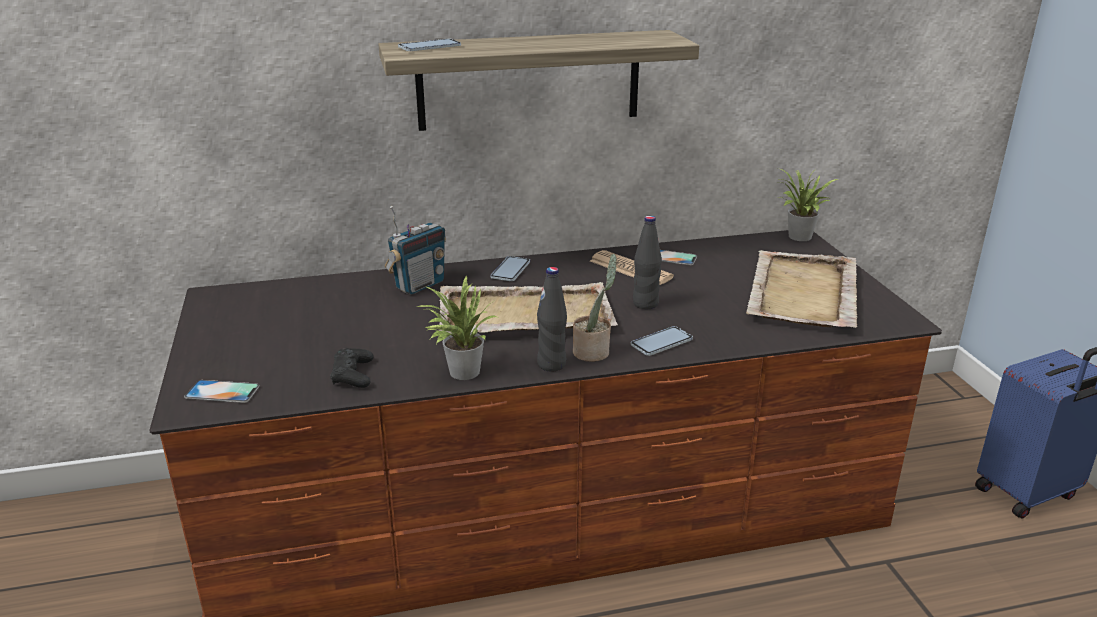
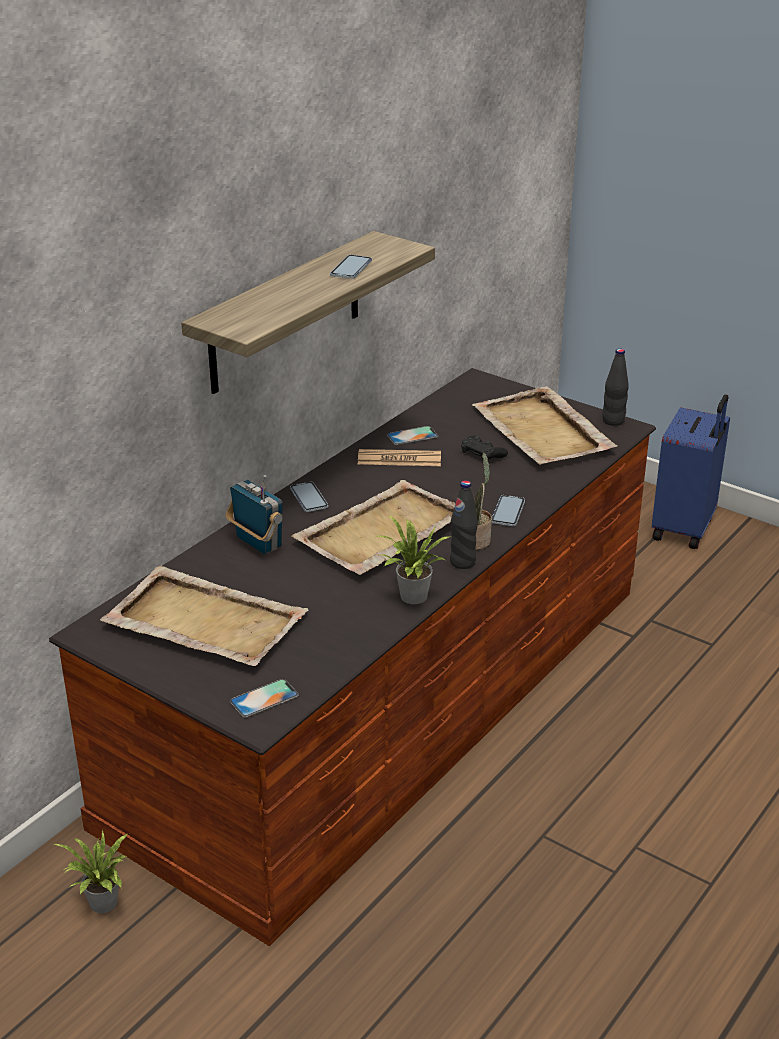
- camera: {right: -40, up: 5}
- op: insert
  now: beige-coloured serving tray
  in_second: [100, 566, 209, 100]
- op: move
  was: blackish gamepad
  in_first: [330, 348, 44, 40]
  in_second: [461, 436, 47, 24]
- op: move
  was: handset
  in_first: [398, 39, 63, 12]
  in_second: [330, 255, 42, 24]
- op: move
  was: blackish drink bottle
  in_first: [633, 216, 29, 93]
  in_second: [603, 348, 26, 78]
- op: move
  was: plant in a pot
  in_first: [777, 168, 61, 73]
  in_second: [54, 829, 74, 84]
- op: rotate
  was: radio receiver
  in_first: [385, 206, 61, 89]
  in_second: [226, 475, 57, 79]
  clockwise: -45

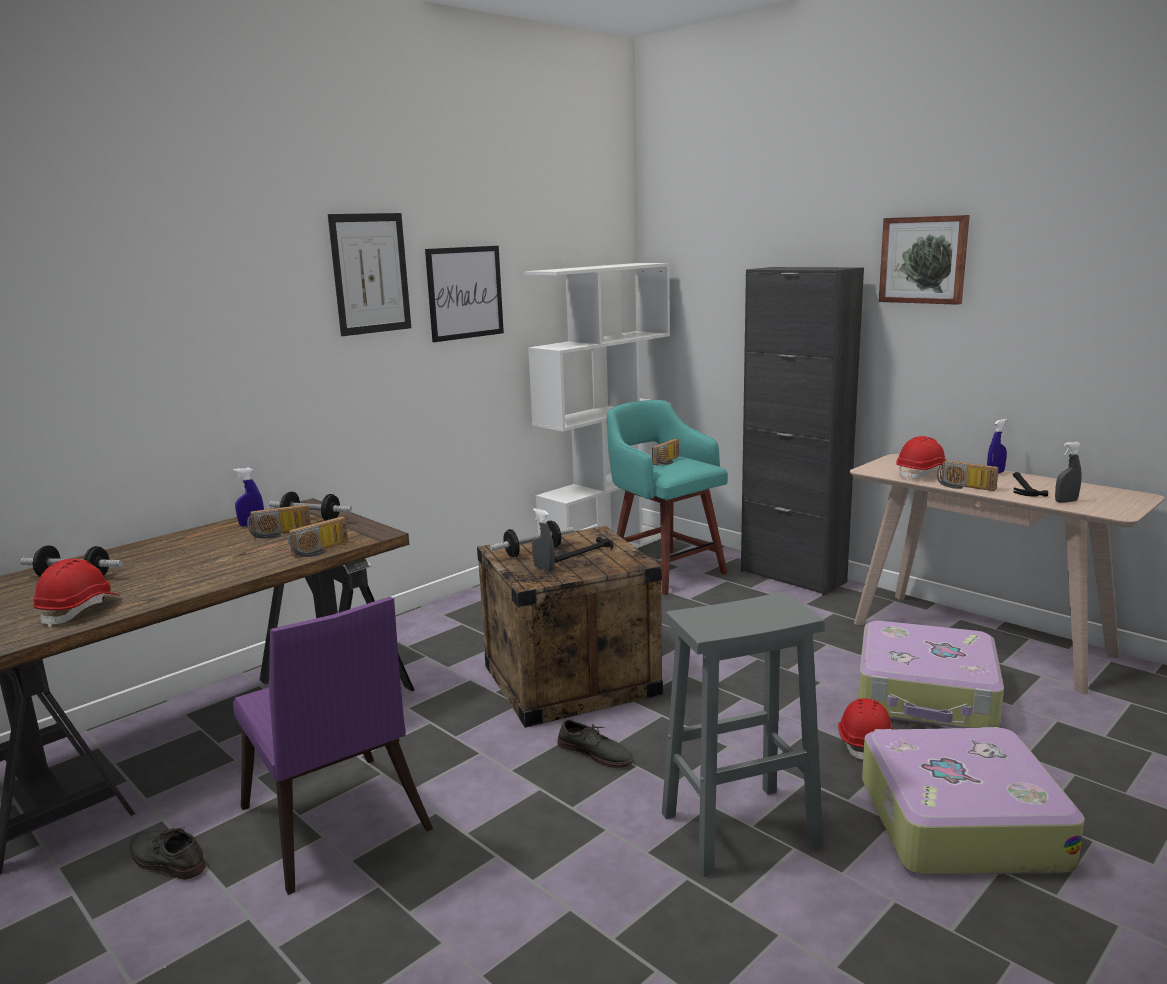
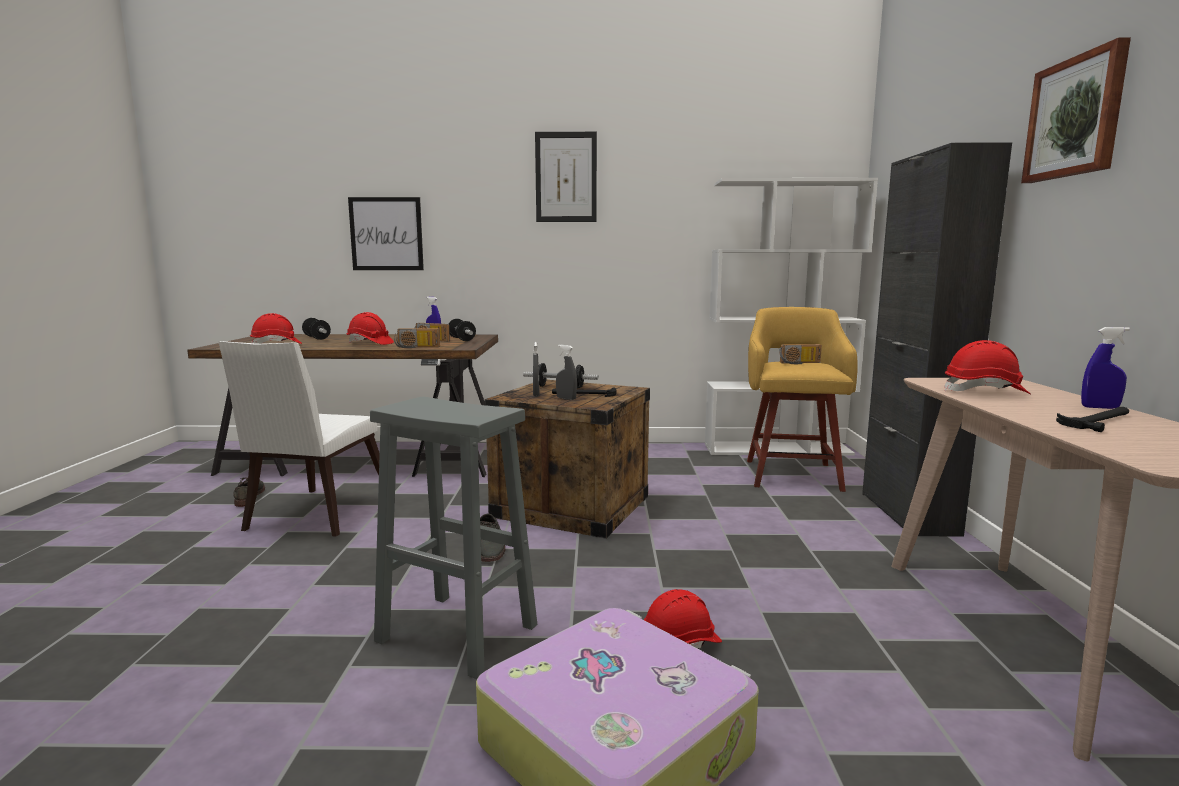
- camera: {right: 45, up: -5}
- op: delete
  was: travel case
  in_first: [858, 621, 146, 107]
- op: delete
  was: radio receiver
  in_first: [937, 460, 62, 31]
- op: insert
  now: reddish safety helmet
  in_second: [347, 312, 47, 33]
- op: move
  was: wall picture
  in_first: [425, 246, 79, 96]
  in_second: [348, 197, 76, 73]
- op: move
  was: greyish sprayer
  in_first: [1055, 442, 26, 61]
  in_second: [556, 344, 21, 56]
- op: recolor
  was: purple chair
  now: white-coloured chair
  in_first: [233, 597, 200, 298]
  in_second: [218, 341, 162, 196]
- op: recolor
  was: turquoise stool
  now: yellow-coloured stool
  in_first: [607, 400, 121, 195]
  in_second: [747, 307, 111, 185]

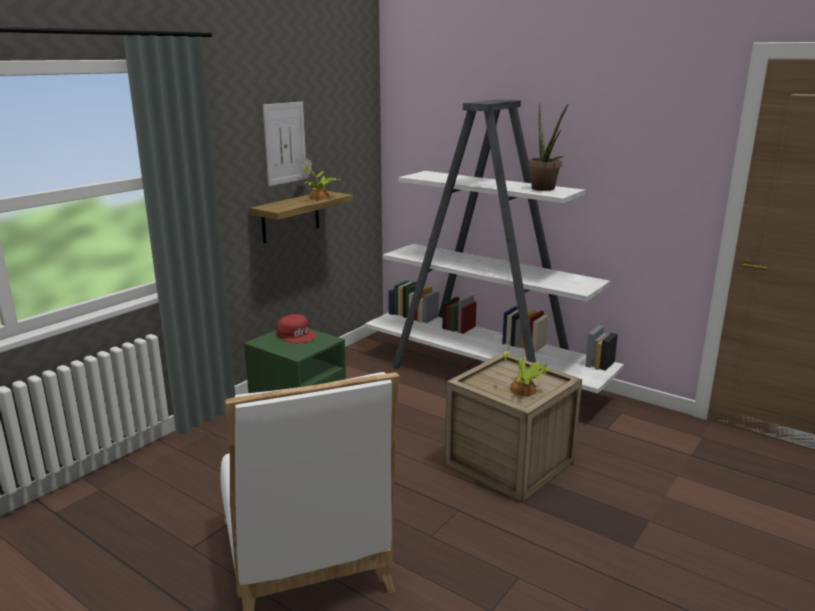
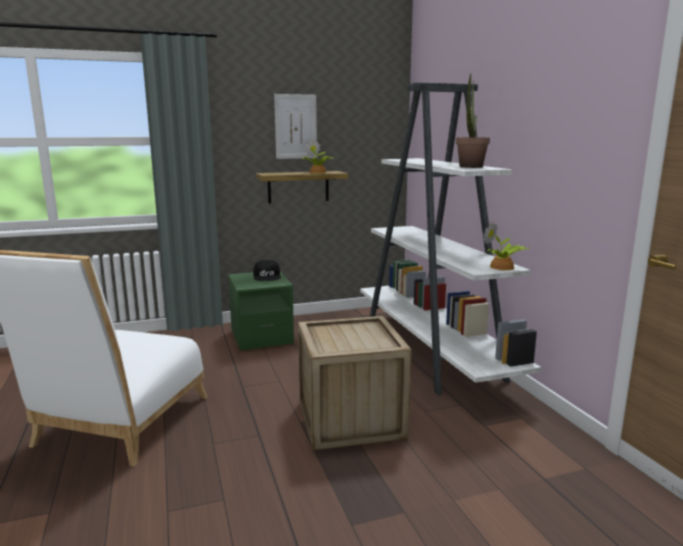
- camera: {right: 35, up: -5}
- op: move
  was: plant in a pot
  in_first: [503, 346, 48, 50]
  in_second: [483, 222, 47, 48]
- op: recolor
  was: reddish peaked cap
  now: blackish peaked cap
  in_first: [277, 314, 40, 29]
  in_second: [253, 260, 28, 21]

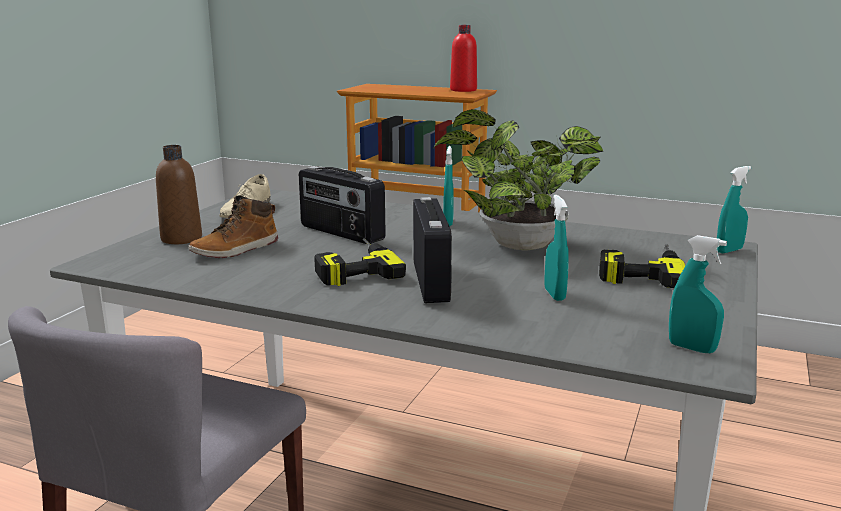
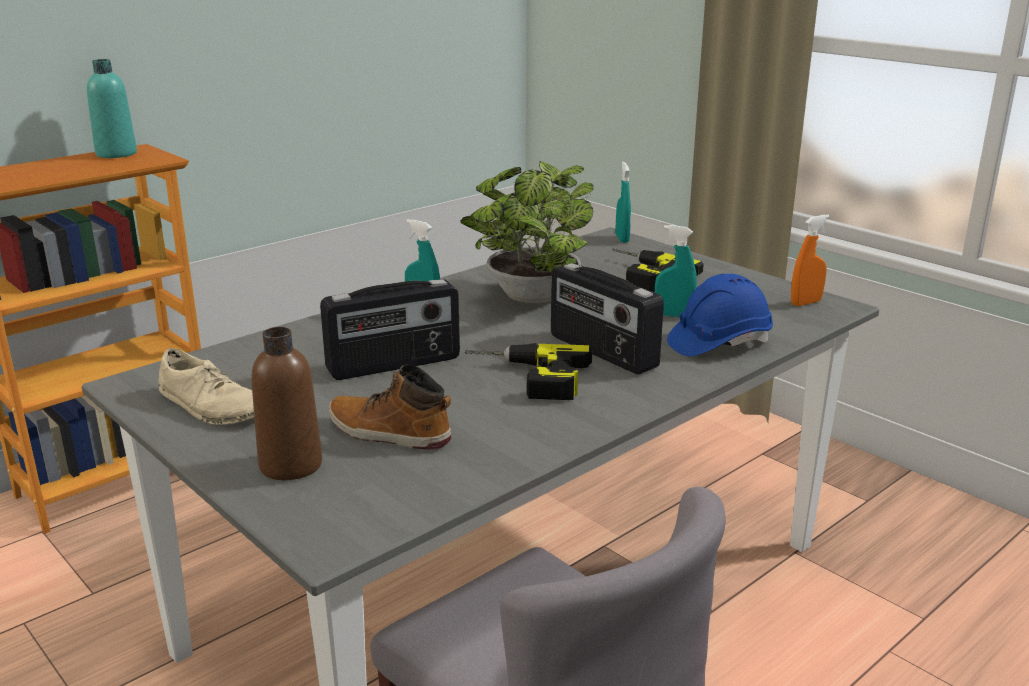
- camera: {right: -65, up: 5}
- op: insert
  now: blue-coloured safety helmet
  in_second: [667, 274, 106, 82]
- op: recolor
  was: reddish drink bottle
  now: turquoise drink bottle
  in_first: [450, 25, 27, 67]
  in_second: [87, 59, 50, 99]
- op: recolor
  was: turquoise sprayer
  now: orange sprayer
  in_first: [669, 235, 58, 118]
  in_second: [791, 215, 39, 91]
- op: rotate
  was: high-top boot
  in_first: [188, 196, 90, 62]
  in_second: [329, 364, 122, 86]
  clockwise: 135
- op: rotate
  was: radio receiver
  in_first: [413, 197, 39, 106]
  in_second: [551, 263, 113, 111]
  clockwise: -150

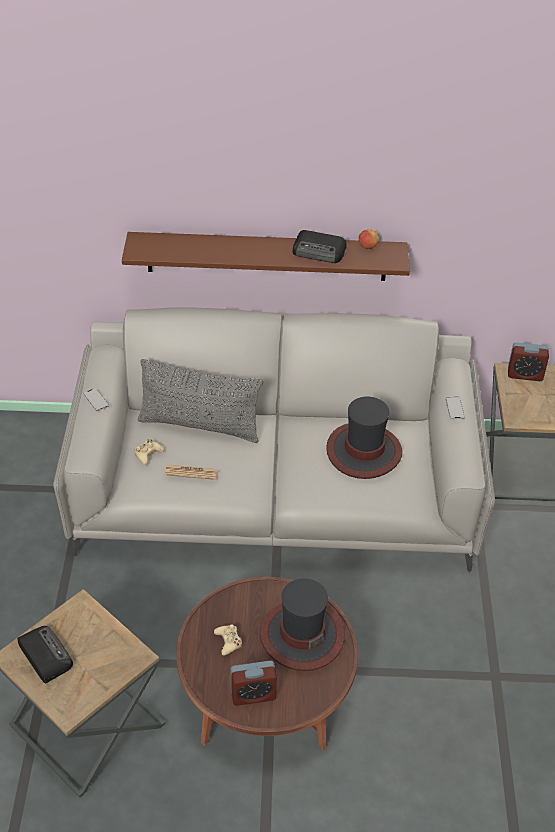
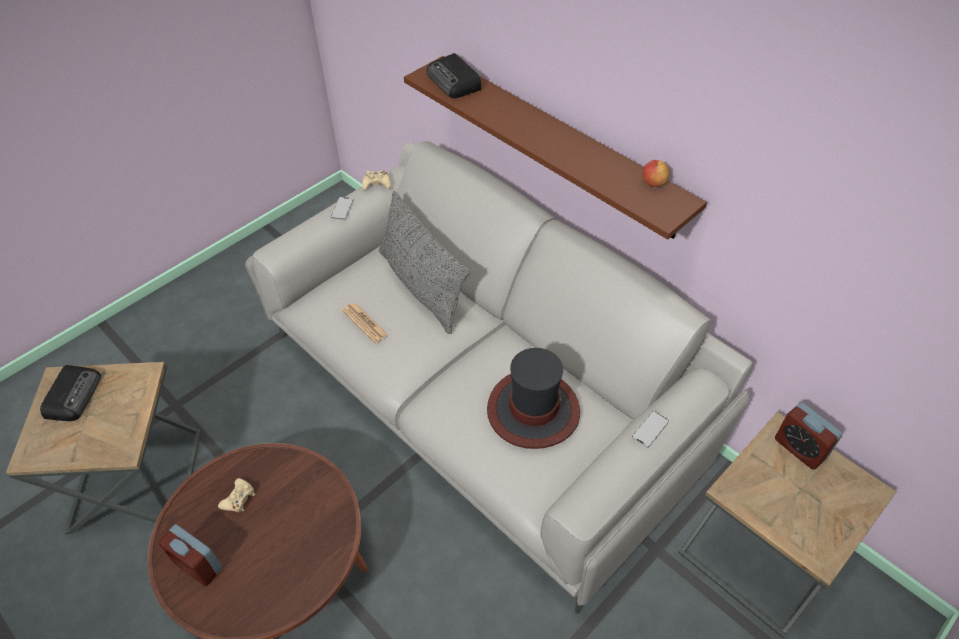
- camera: {right: 45, up: 5}
- op: delete
  was: hat
  in_first: [260, 578, 85, 93]
- op: move
  was: beige-coloured gamepad
  in_first: [134, 439, 30, 26]
  in_second: [362, 171, 29, 19]
- op: move
  was: radio receiver
  in_first: [293, 230, 54, 33]
  in_second: [427, 53, 54, 45]

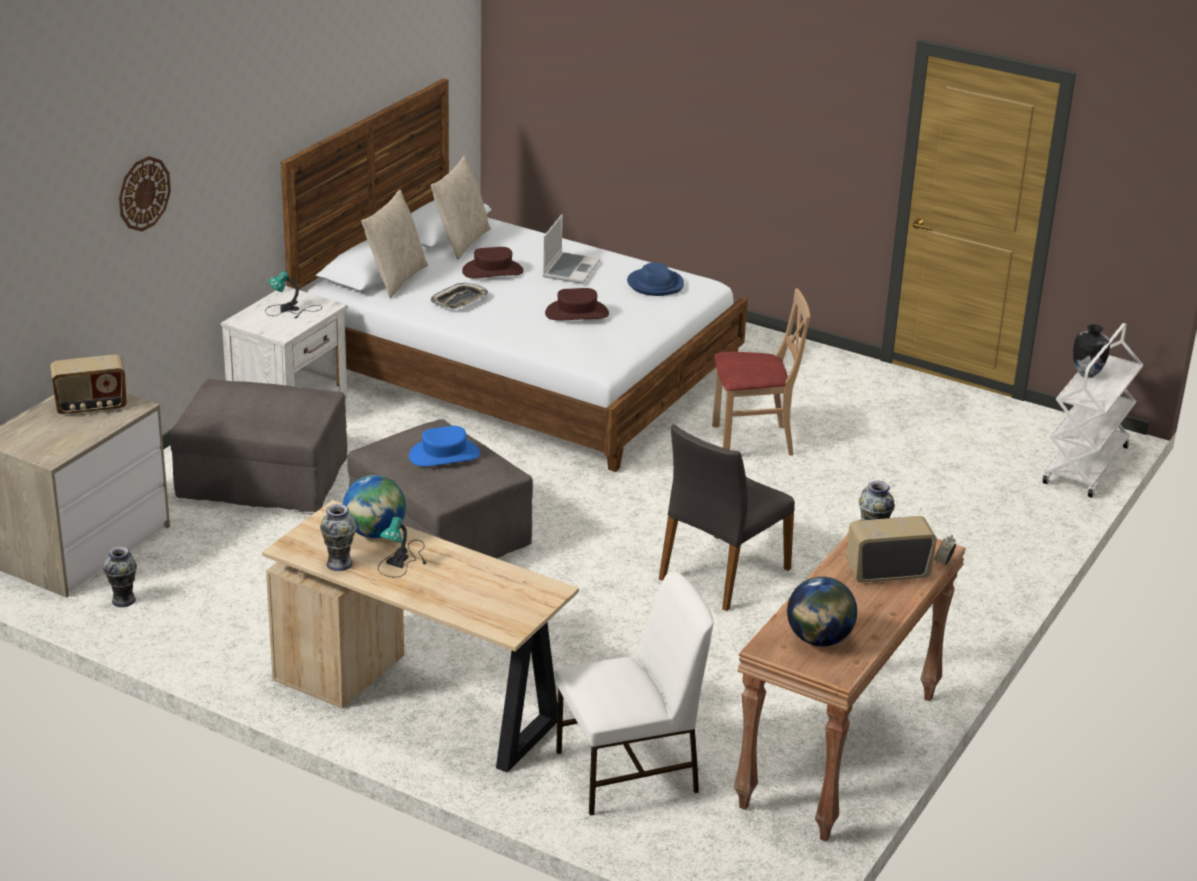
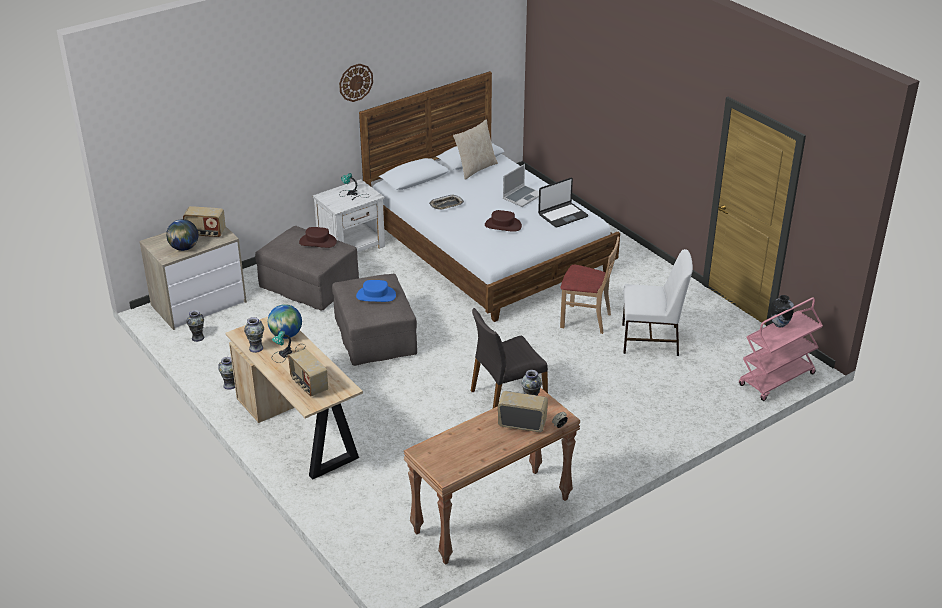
- camera: {right: 25, up: 5}
- op: delete
  was: beige-coloured cushion
  in_first: [361, 189, 67, 109]
- op: insert
  now: flower vase
  in_second: [218, 357, 17, 33]
- op: insert
  now: radio receiver
  in_second: [288, 348, 40, 49]
- op: move
  was: wall clock
  in_first: [119, 156, 52, 75]
  in_second: [339, 64, 34, 38]
- op: move
  was: brown-coloured hat
  in_first: [462, 247, 62, 31]
  in_second: [299, 227, 38, 21]
- op: move
  was: white-coloured chair
  in_first: [555, 572, 159, 244]
  in_second: [622, 249, 71, 107]
- op: move
  was: desk globe
  in_first: [787, 577, 70, 69]
  in_second: [166, 219, 32, 32]
- op: replace
  was: blue-coloured hat
  now: notebook computer
  in_first: [627, 263, 57, 33]
  in_second: [538, 178, 50, 49]
- op: recolor
  was: white-coloured trolley
  now: pink-coloured trolley
  in_first: [1042, 323, 101, 175]
  in_second: [739, 297, 84, 104]

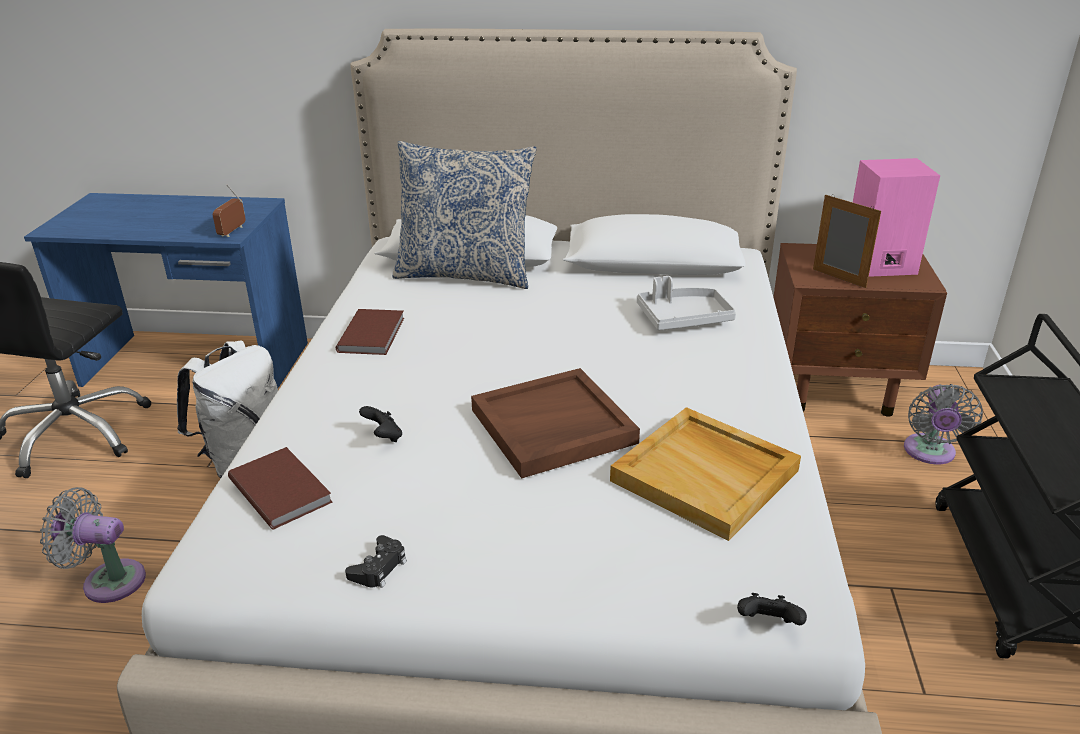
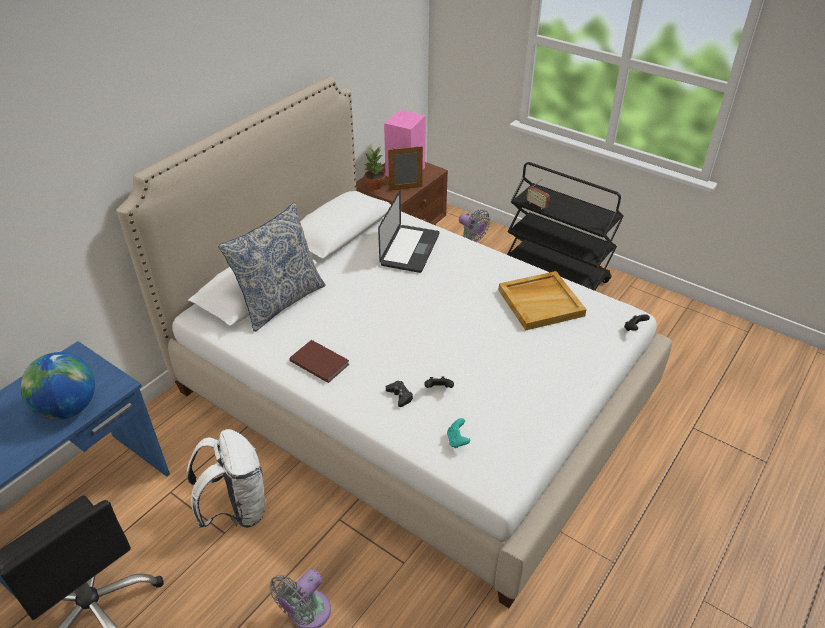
- camera: {right: -60, up: 10}
- op: delete
  was: brown-coloured serving tray
  in_first: [471, 368, 169, 111]
- op: insert
  now: desk globe
  in_second: [20, 352, 75, 68]
- op: insert
  now: plant in a pot
  in_second: [364, 147, 22, 43]
- op: move
  was: radio receiver
  in_first: [213, 184, 33, 53]
  in_second: [526, 178, 24, 31]
- op: move
  was: blackish gamepad
  in_first: [345, 535, 62, 53]
  in_second: [386, 381, 27, 26]
- op: replace
  was: brown-coloured book
  now: turquoise gamepad
  in_first: [228, 447, 104, 82]
  in_second: [447, 418, 23, 30]
- op: replace
  was: greyish serving tray
  now: notebook computer
  in_first: [637, 276, 99, 54]
  in_second: [378, 190, 61, 83]

